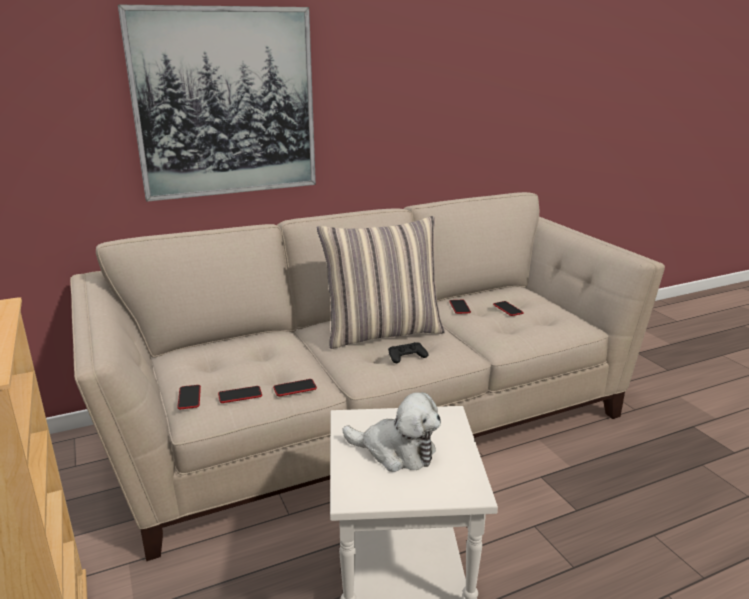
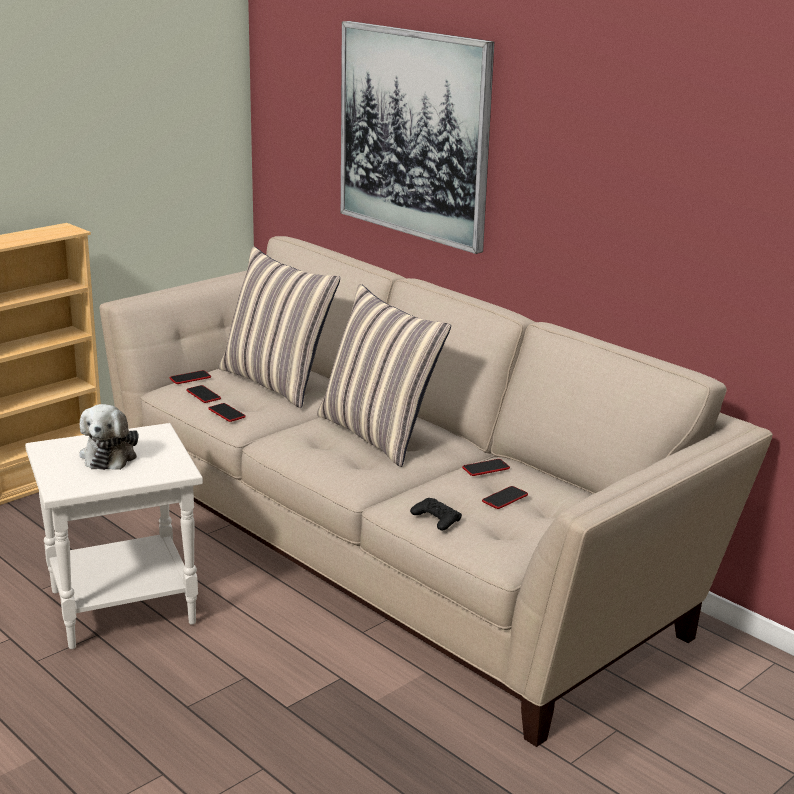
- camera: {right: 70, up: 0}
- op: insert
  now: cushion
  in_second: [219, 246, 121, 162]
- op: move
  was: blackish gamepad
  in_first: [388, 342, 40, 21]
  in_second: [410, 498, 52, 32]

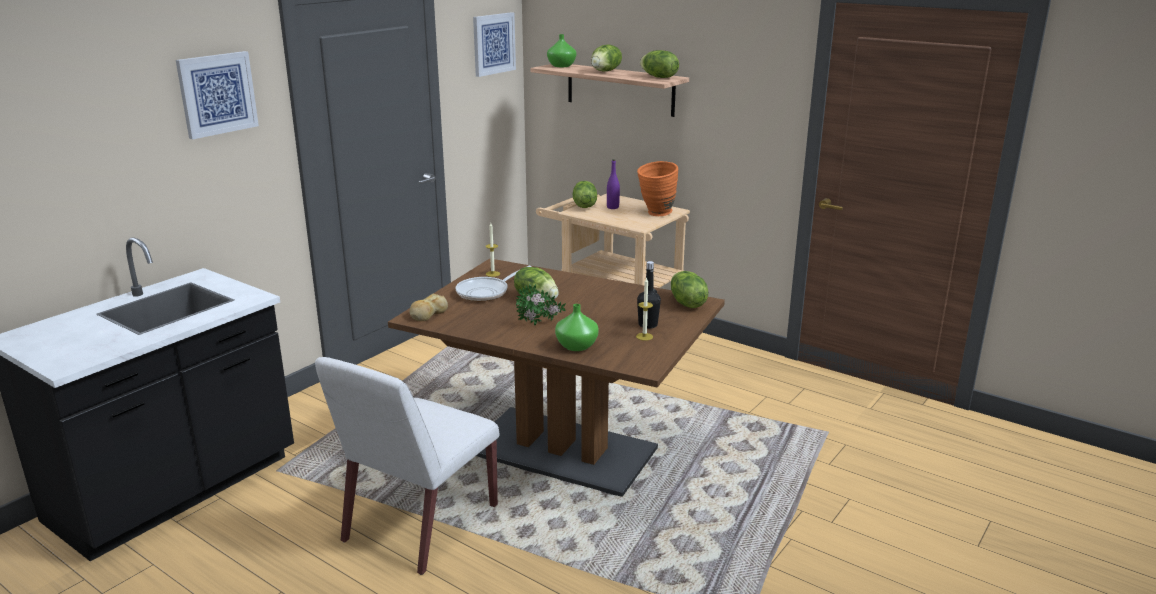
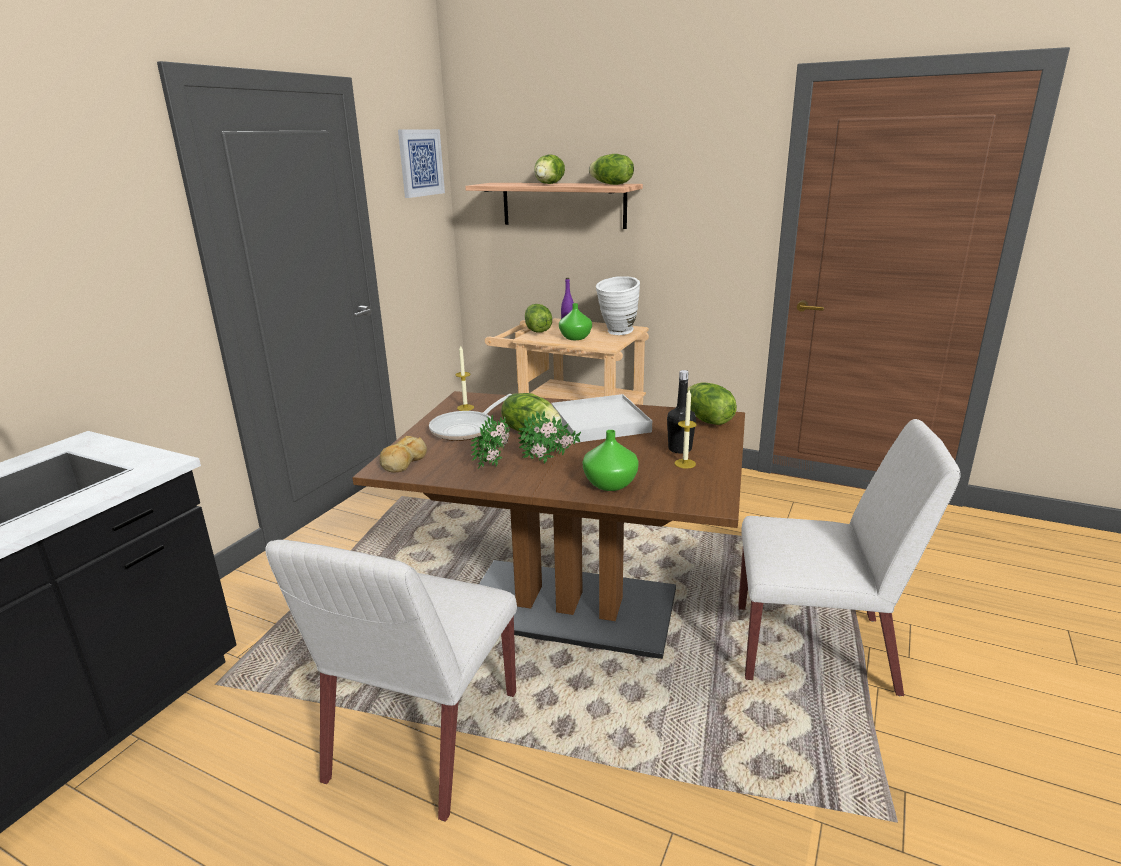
- camera: {right: -10, up: 0}
- op: delete
  was: wall picture
  in_first: [176, 51, 83, 88]
- op: insert
  now: plant in a pot
  in_second: [470, 415, 40, 54]
- op: insert
  now: white-coloured serving tray
  in_second: [551, 394, 101, 49]
- op: insert
  now: white-coloured chair
  in_second: [738, 419, 223, 277]
- op: move
  was: greenish flower vase
  in_first: [547, 34, 29, 33]
  in_second: [559, 303, 33, 37]
- op: recolor
  was: orange flower vase
  now: white-coloured flower vase
  in_first: [637, 161, 41, 55]
  in_second: [596, 276, 44, 59]

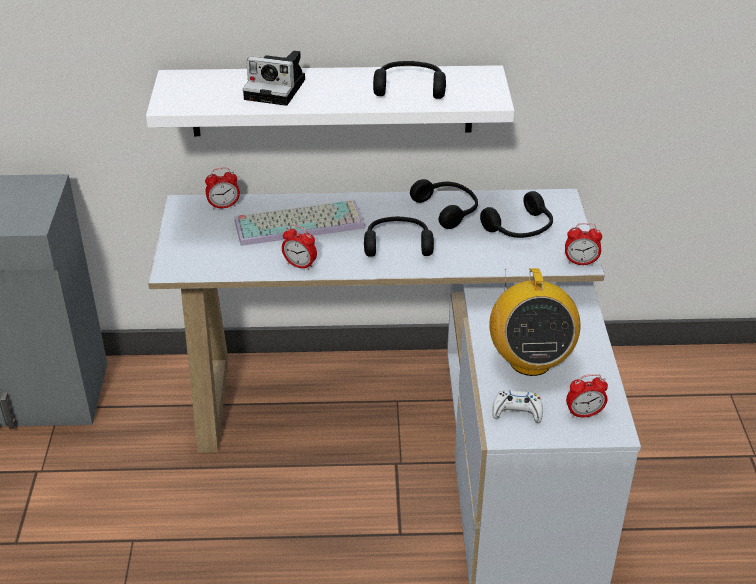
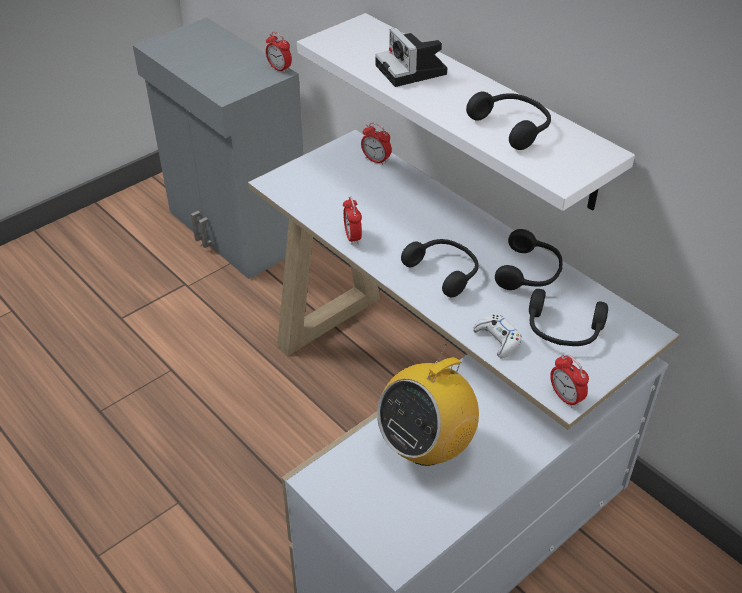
- camera: {right: 50, up: 5}
- op: delete
  was: keyboard
  in_first: [235, 200, 130, 46]
- op: move
  was: white-coloured gamepad
  in_first: [492, 390, 51, 33]
  in_second: [473, 314, 49, 45]
- op: move
  was: table clock
  in_first: [566, 374, 42, 44]
  in_second: [266, 32, 26, 41]

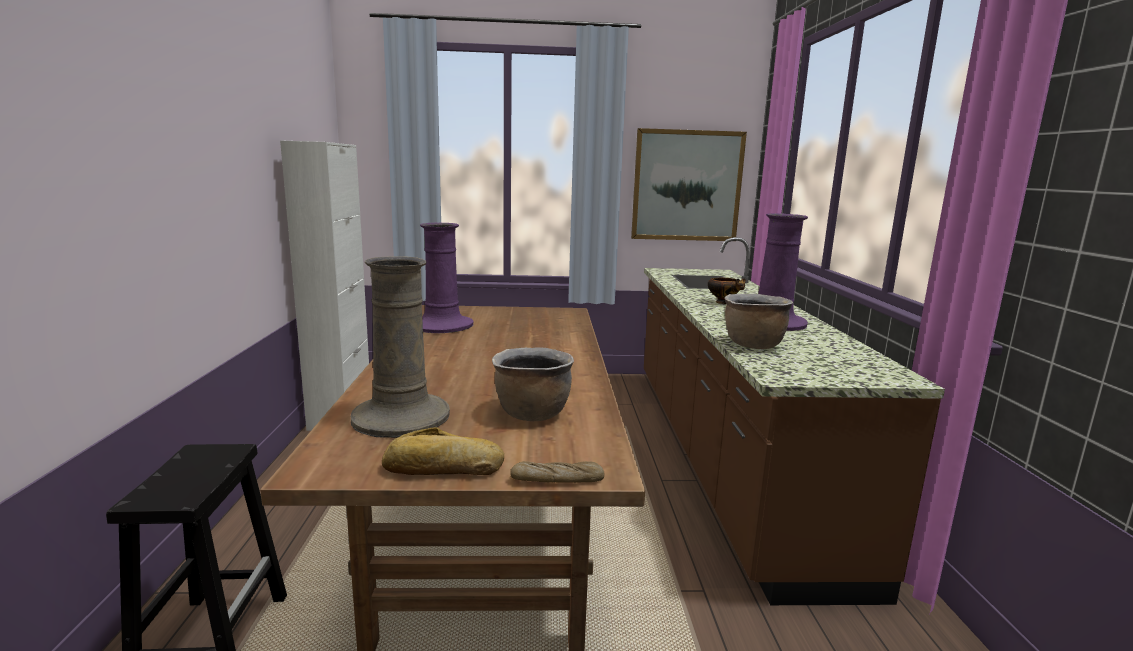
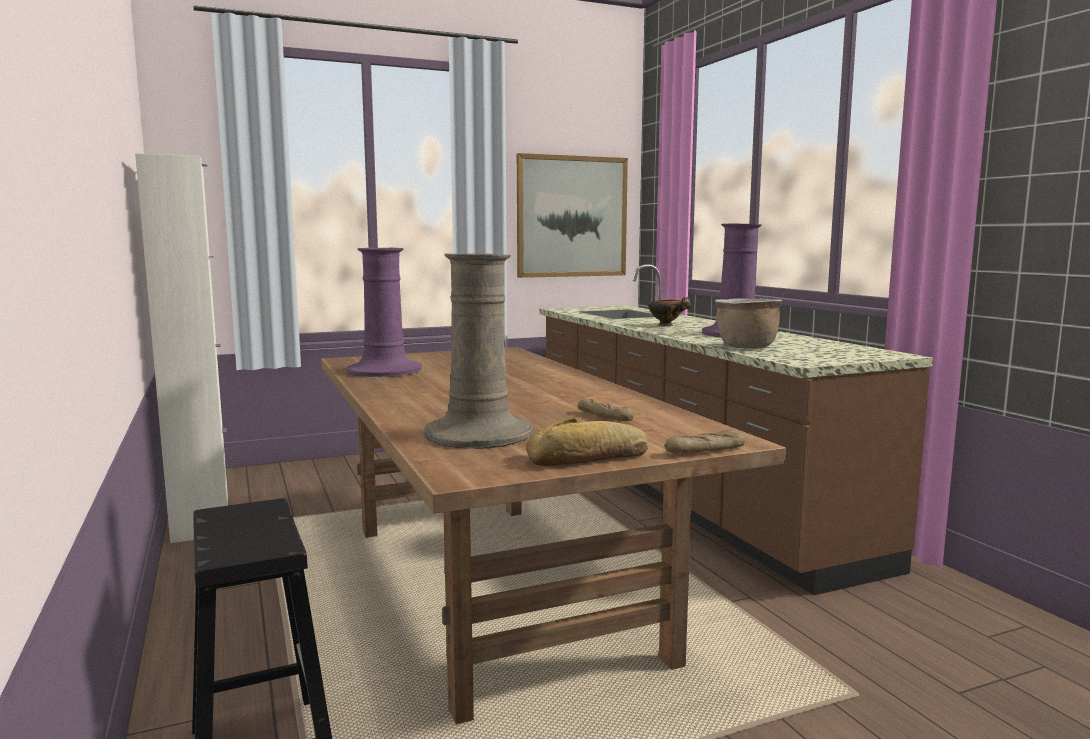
- camera: {right: -20, up: -5}
- op: replace
  was: brown-coloured saucepot
  now: bakery bread
  in_first: [492, 347, 82, 74]
  in_second: [578, 399, 56, 22]

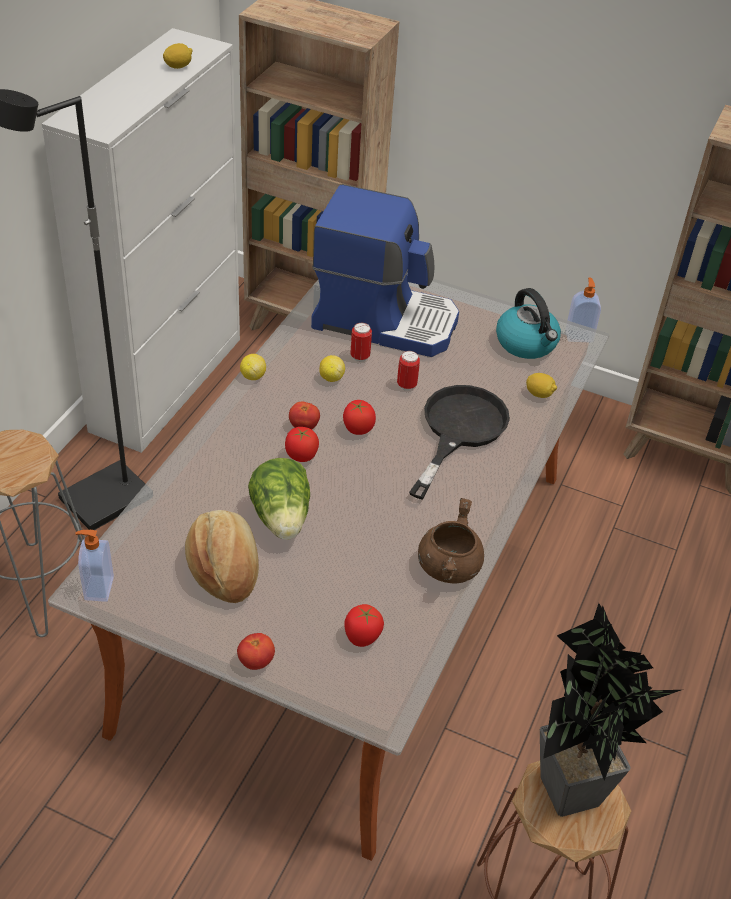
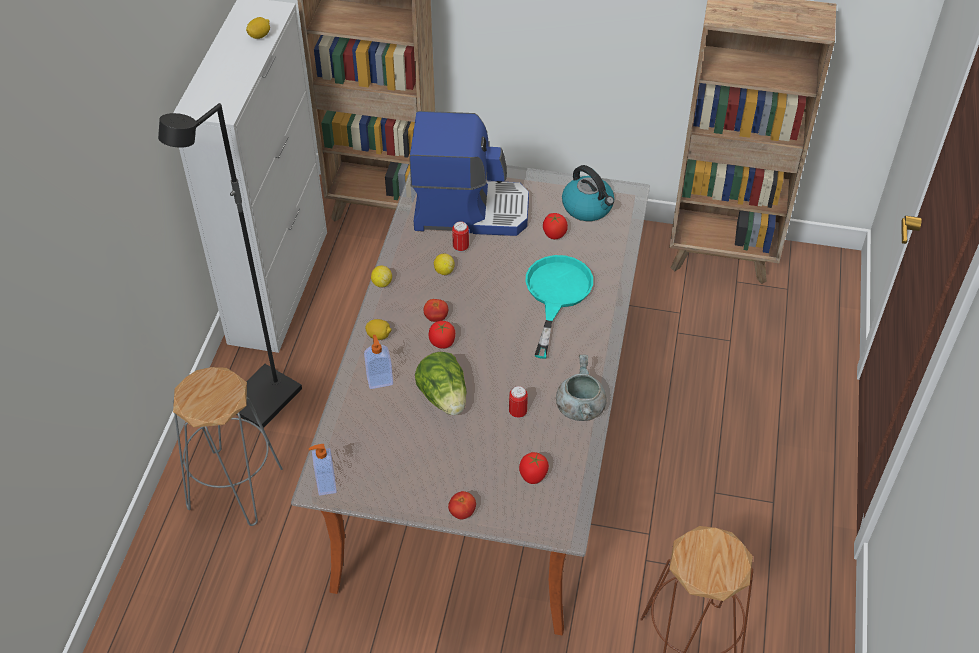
- camera: {right: -10, up: 5}
- op: delete
  was: bakery bread
  in_first: [185, 510, 74, 93]
- op: delete
  was: plant in a pot
  in_first: [540, 603, 141, 214]
- op: move
  was: whole tomato
  in_first: [343, 400, 33, 35]
  in_second: [543, 213, 25, 26]
- op: move
  was: can
  in_first: [397, 351, 23, 40]
  in_second: [509, 386, 19, 32]
- op: move
  was: whole lemon
  in_first: [526, 373, 31, 25]
  in_second: [365, 319, 27, 21]
- op: move
  was: soap dispenser
  in_first: [565, 278, 36, 65]
  in_second: [364, 335, 29, 54]
- op: recolor
  was: blackish frying pan
  now: turquoise frying pan
  in_first: [409, 385, 101, 115]
  in_second: [525, 255, 68, 104]
- op: recolor
  was: brown-coloured saucepot
  now: greyish saucepot
  in_first: [418, 498, 66, 86]
  in_second: [556, 355, 51, 66]

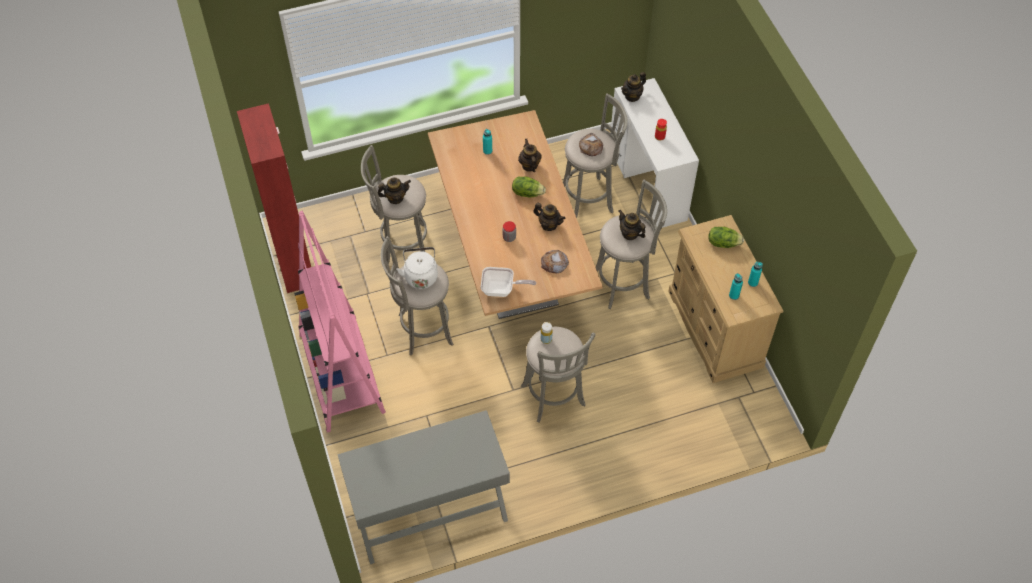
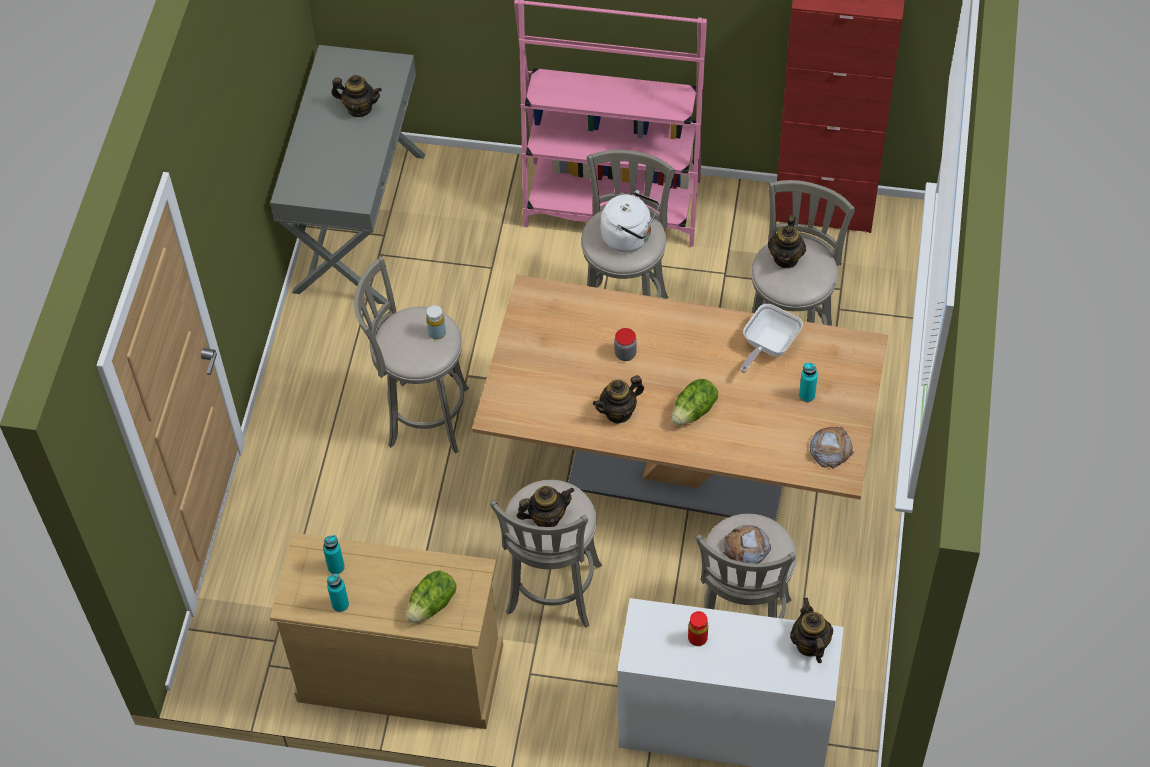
- camera: {right: 120, up: 0}
- op: move
  was: frying pan
  in_first: [481, 267, 55, 30]
  in_second: [740, 304, 63, 69]
- op: move
  was: teapot
  in_first: [518, 139, 24, 33]
  in_second: [331, 75, 51, 42]
- op: move
  was: bakery bread
  in_first: [541, 250, 28, 23]
  in_second: [810, 426, 44, 43]

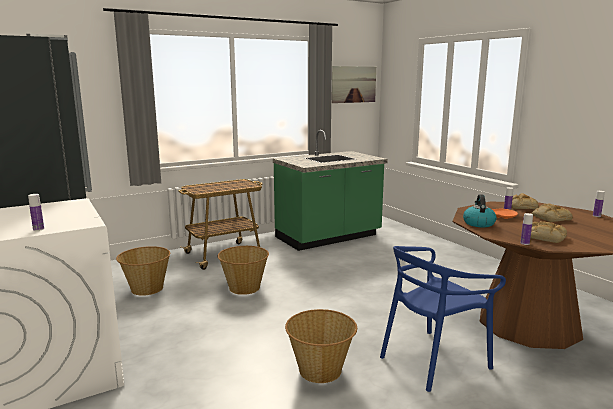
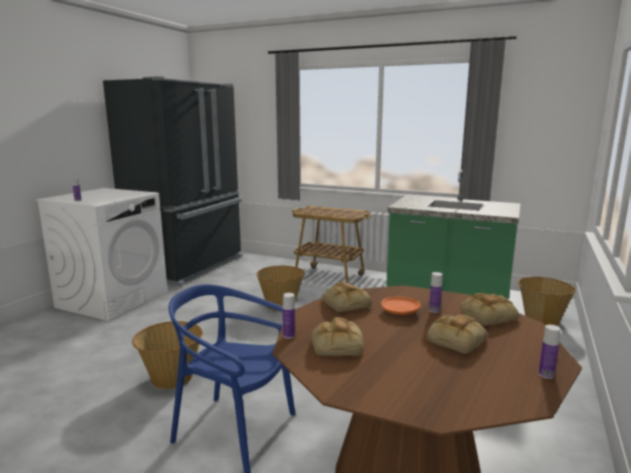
- camera: {right: 55, up: 0}
- op: delete
  was: wall picture
  in_first: [332, 66, 44, 37]
- op: move
  was: household basket
  in_first: [116, 246, 54, 50]
  in_second: [518, 277, 58, 49]
- op: replace
  was: tea kettle
  now: bakery bread
  in_first: [463, 194, 34, 33]
  in_second: [322, 282, 50, 30]

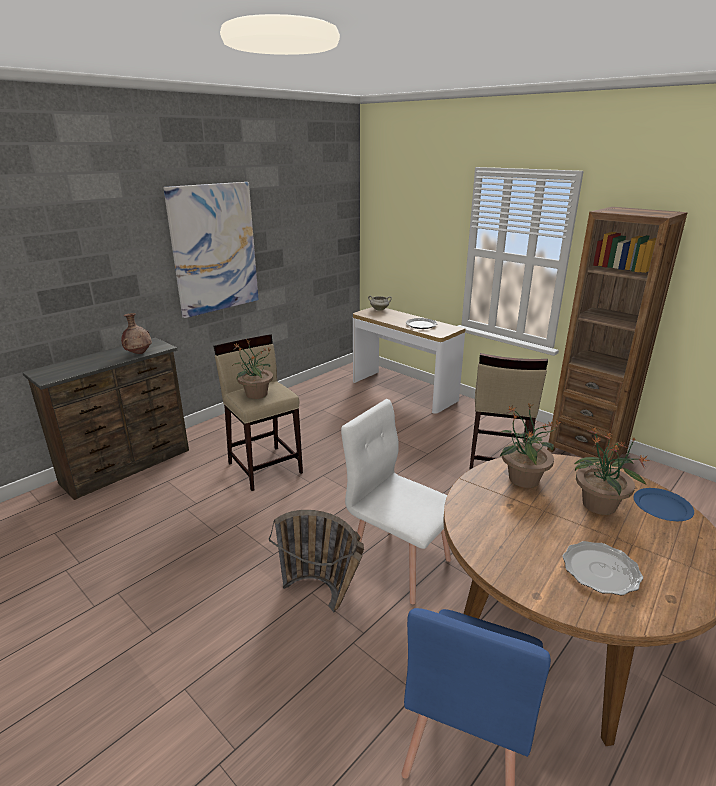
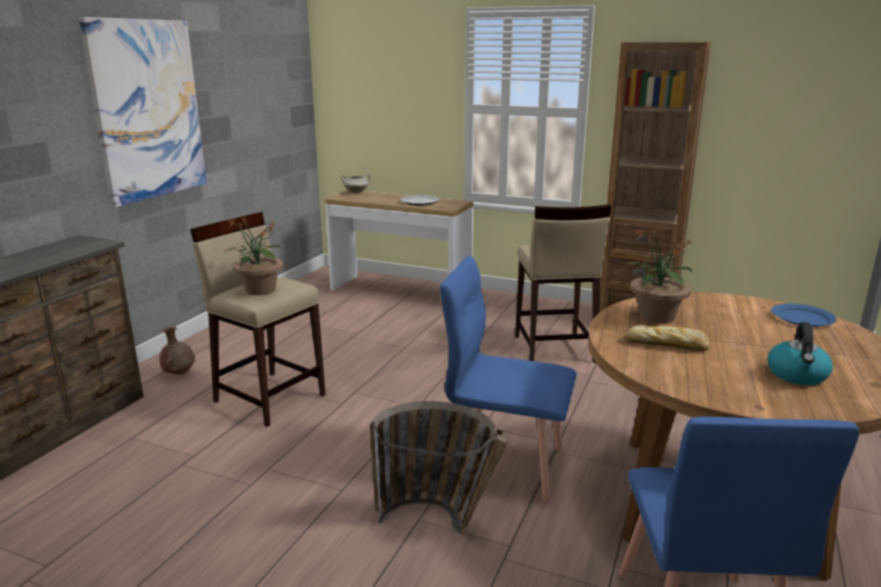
- camera: {right: -20, up: -5}
- op: delete
  was: plant in a pot
  in_first: [574, 427, 75, 88]
- op: insert
  now: bakery bread
  in_second: [626, 325, 84, 26]
- op: move
  was: brown-coloured flower vase
  in_first: [121, 313, 31, 41]
  in_second: [159, 327, 36, 48]
- op: replace
  was: flat dish
  now: tea kettle
  in_first: [562, 541, 81, 54]
  in_second: [768, 322, 65, 63]
- op: recolor
  was: white-coloured chair
  now: blue-coloured chair
  in_first: [341, 399, 110, 205]
  in_second: [440, 256, 137, 246]

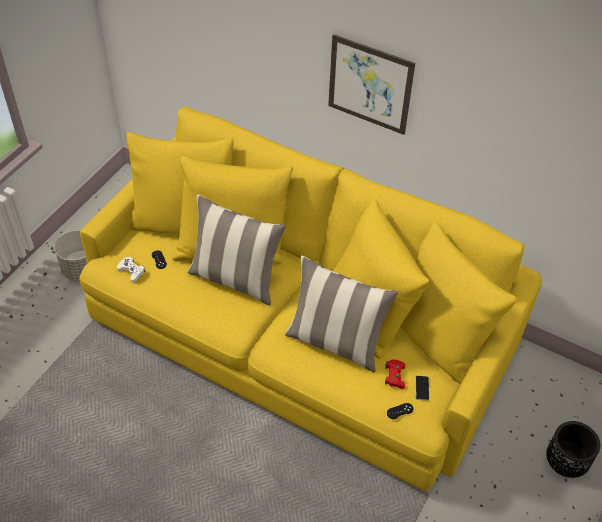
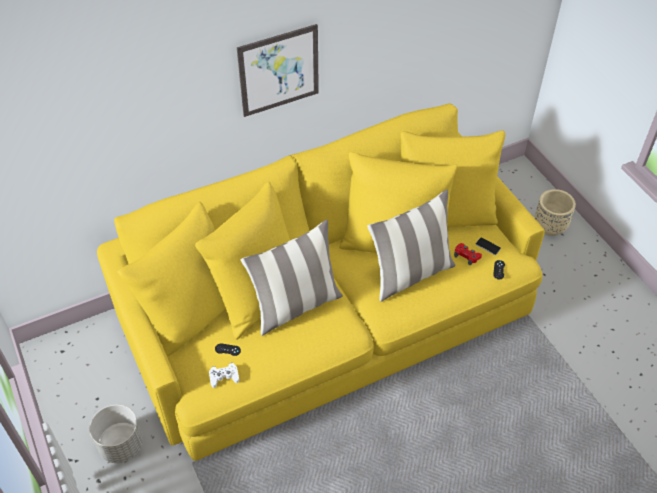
- camera: {right: -55, up: 0}
- op: recolor
  was: blackish plant pot
  now: beige-coloured plant pot
  in_first: [546, 421, 54, 57]
  in_second: [534, 189, 42, 47]

